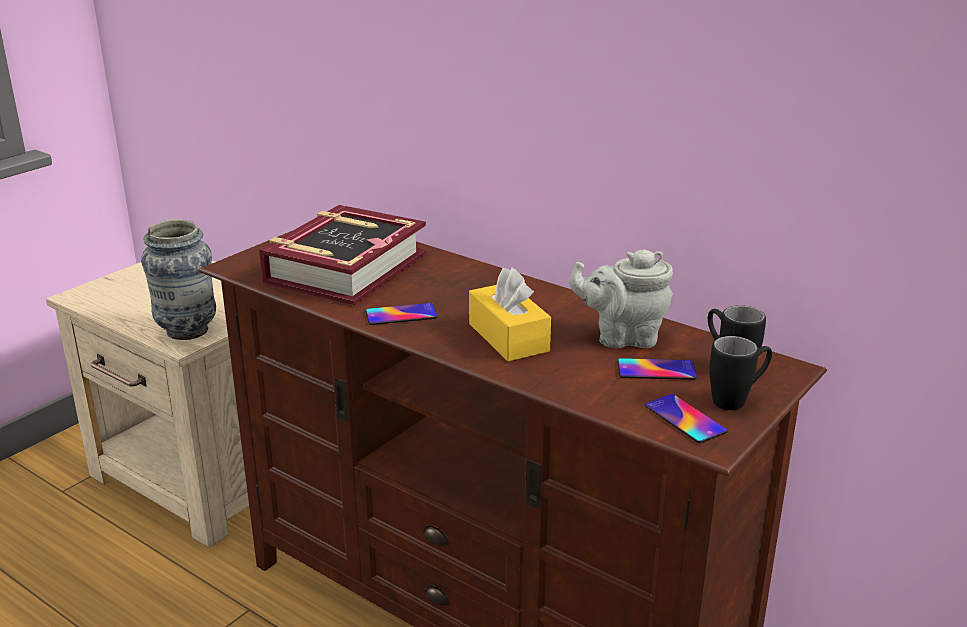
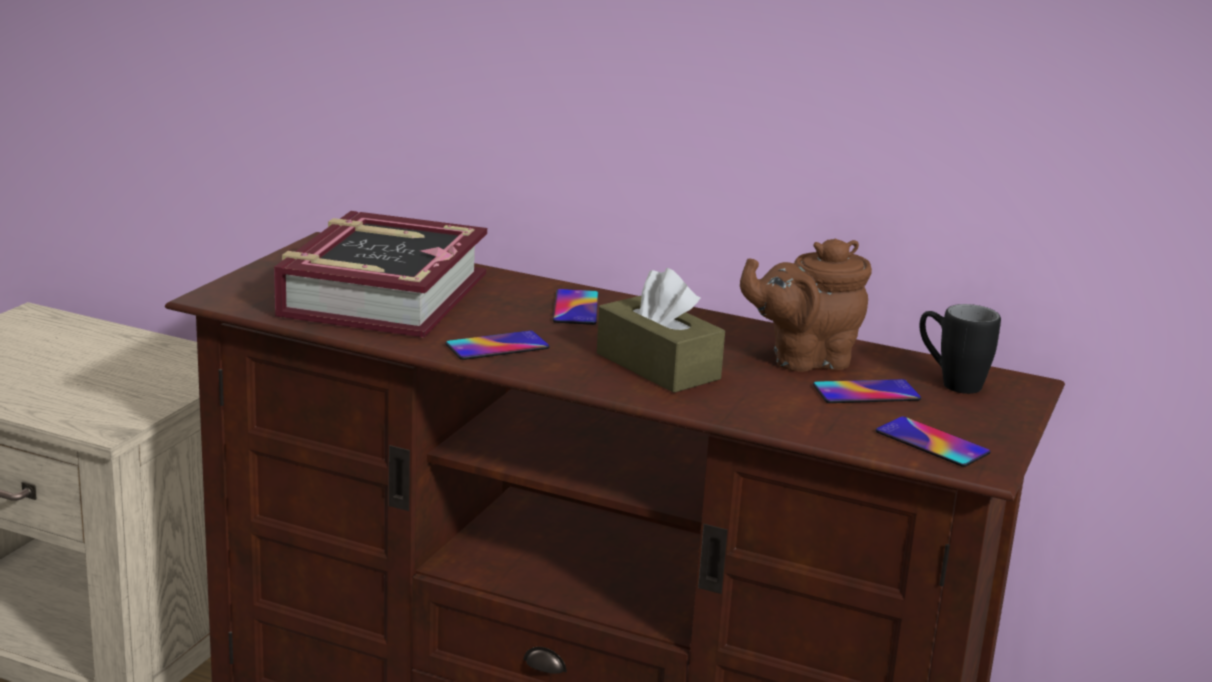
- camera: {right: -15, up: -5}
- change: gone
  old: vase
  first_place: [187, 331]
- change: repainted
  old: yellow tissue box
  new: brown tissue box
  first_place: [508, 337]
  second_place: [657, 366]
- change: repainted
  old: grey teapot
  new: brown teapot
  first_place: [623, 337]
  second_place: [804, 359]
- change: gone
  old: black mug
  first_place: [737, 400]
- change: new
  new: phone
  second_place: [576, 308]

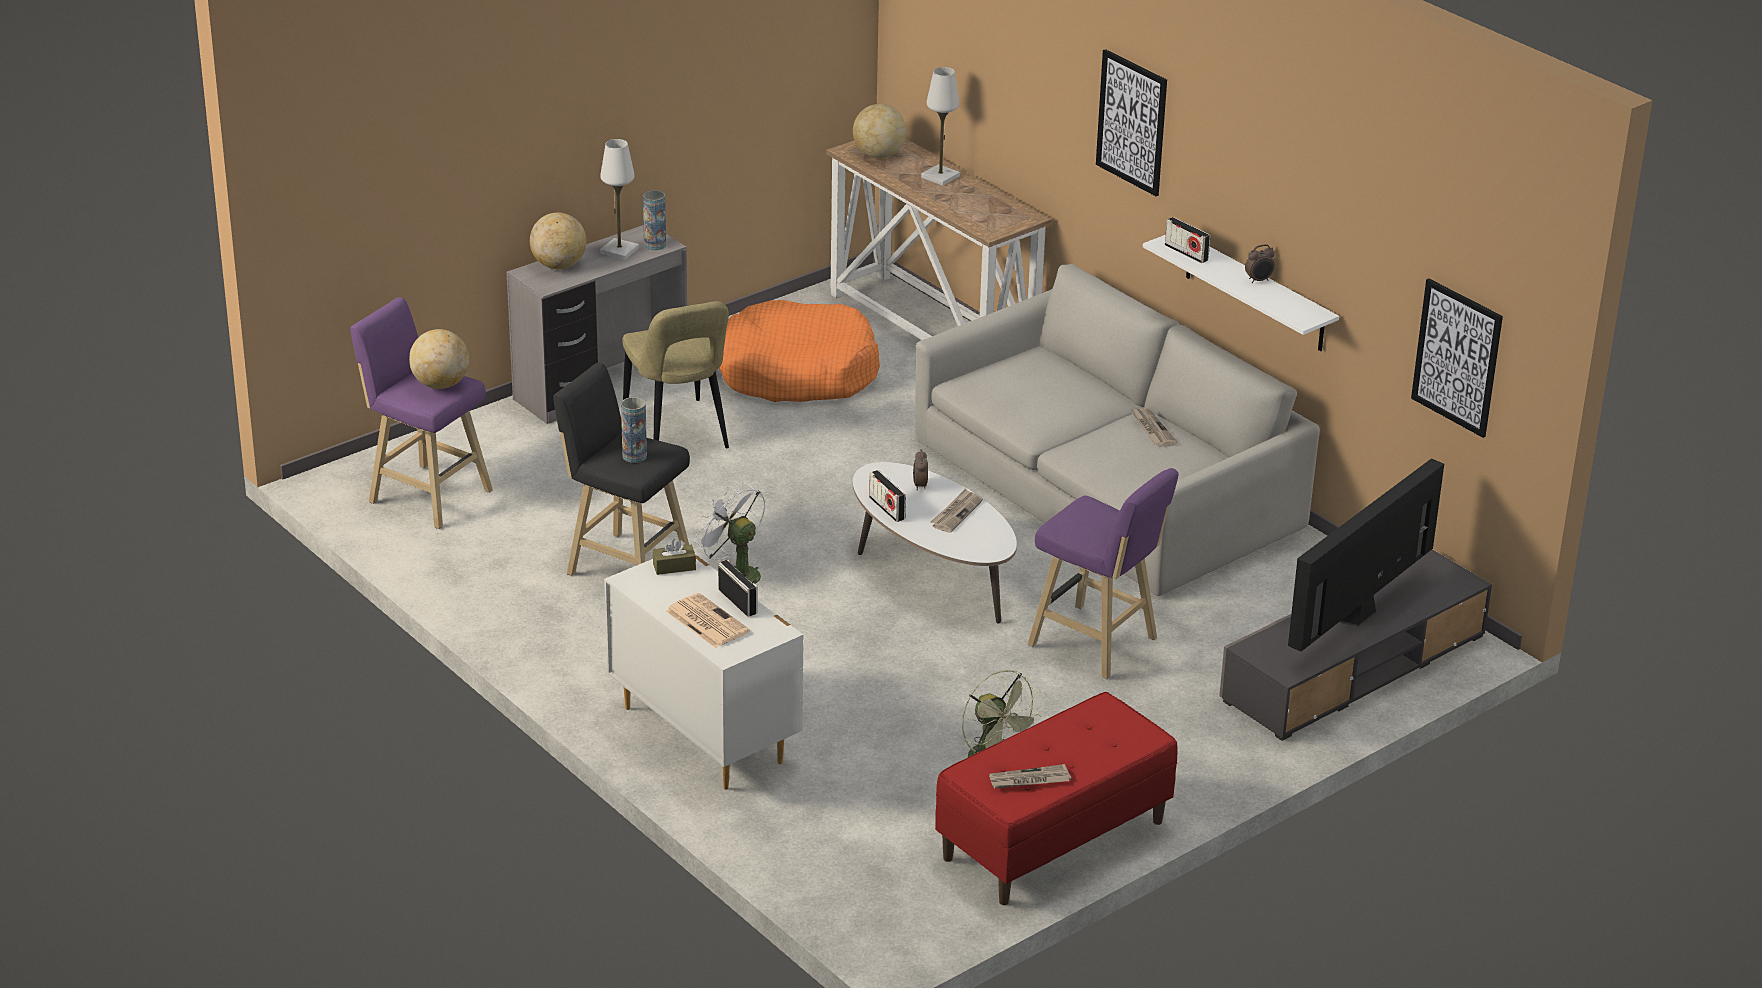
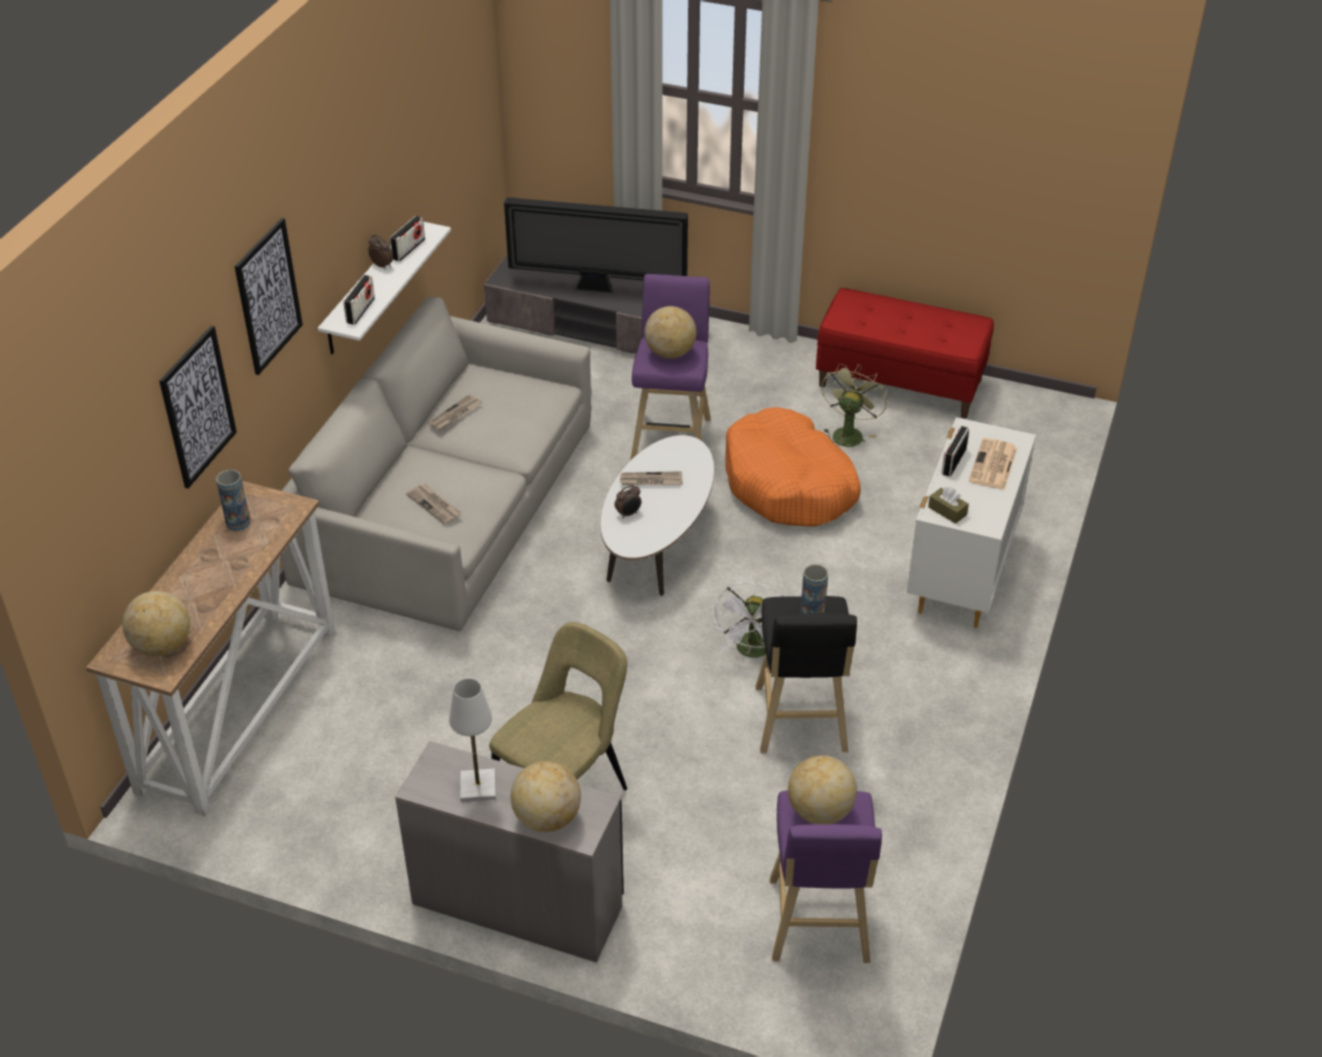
- camera: {right: -120, up: 10}
- change: shifted
  old: vase
  first_place: [655, 245]
  second_place: [238, 523]
- change: shifted
  old: orange dog bed
  first_place: [796, 372]
  second_place: [789, 484]
- change: shifted
  old: radio
  first_place: [887, 508]
  second_place: [408, 249]
- change: gone
  old: white table lamp
  first_place: [940, 177]
- change: shifted
  old: newspaper
  first_place: [1029, 780]
  second_place: [435, 505]
- change: shifted
  old: picture
  first_place: [1457, 357]
  second_place: [197, 407]
- change: new
  new: globe
  second_place: [670, 353]

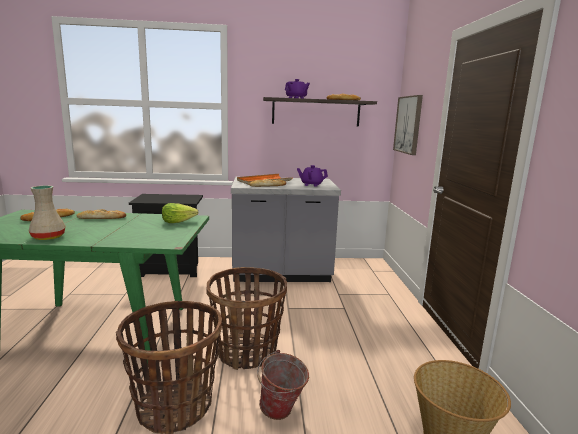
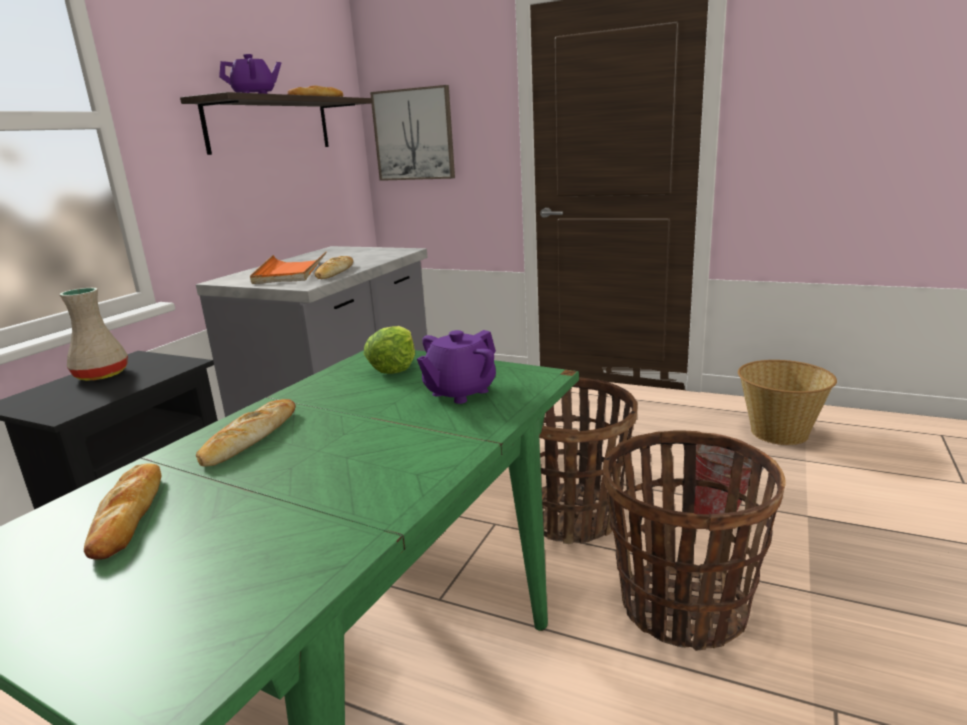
- camera: {right: -60, up: 5}
- change: shifted
  old: beige vase
  first_place: [49, 237]
  second_place: [103, 374]
- change: shifted
  old: purple teapot
  first_place: [311, 185]
  second_place: [459, 392]

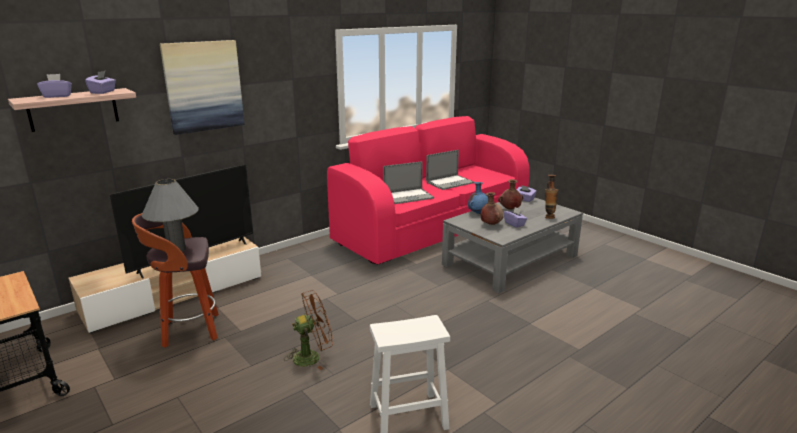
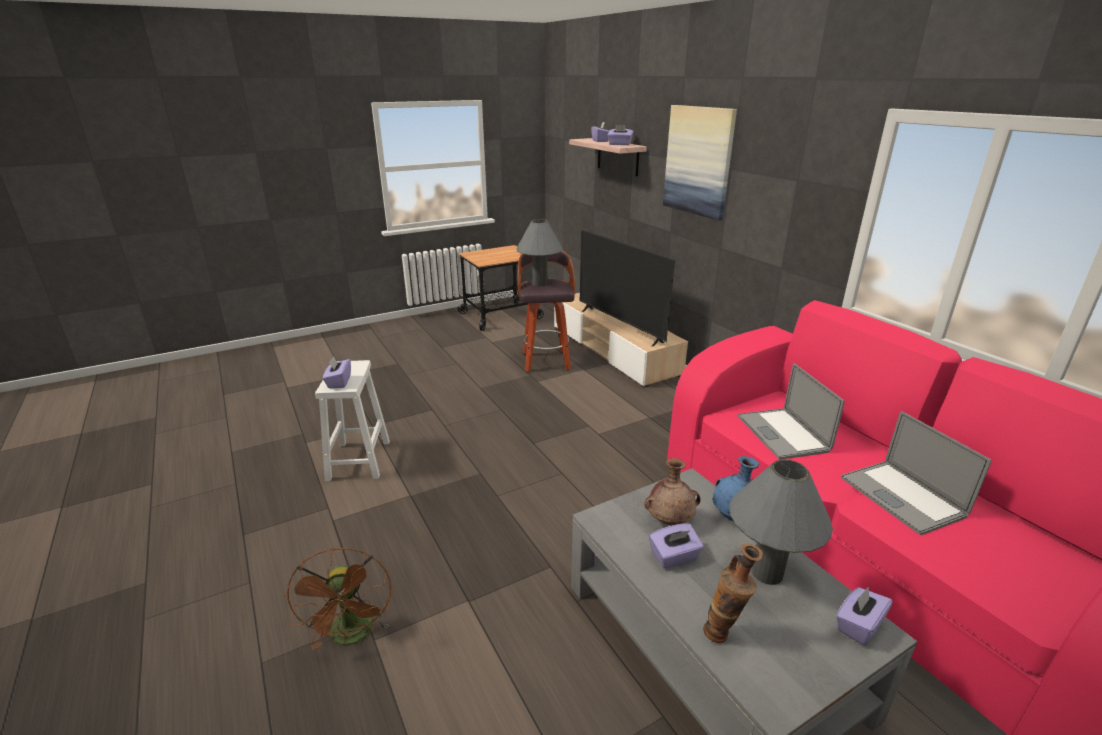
- camera: {right: 100, up: 5}
- change: shifted
  old: brown fan
  first_place: [312, 356]
  second_place: [353, 637]
- change: swapped
  old: brown vase
  new: grey table lamp
  first_place: [509, 209]
  second_place: [767, 573]
- change: new
  new: purple tissue box
  second_place: [339, 382]

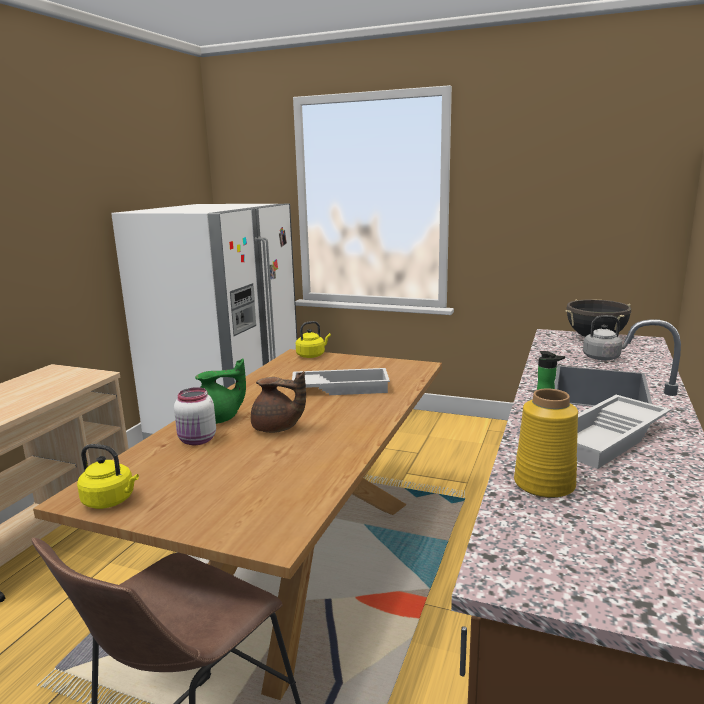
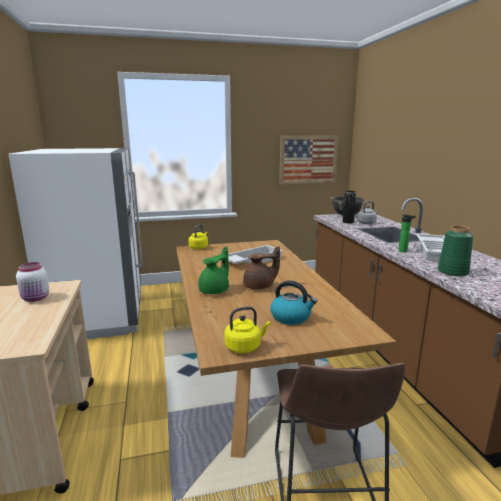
- camera: {right: -35, up: 0}
- change: shifted
  old: white jar
  first_place: [197, 440]
  second_place: [36, 298]
- change: repainted
  old: yellow vase
  new: green vase
  first_place: [543, 484]
  second_place: [452, 272]
- change: new
  new: kettle
  second_place: [291, 317]
- change: new
  new: picture
  second_place: [308, 159]
- change: new
  new: black vase
  second_place: [348, 222]

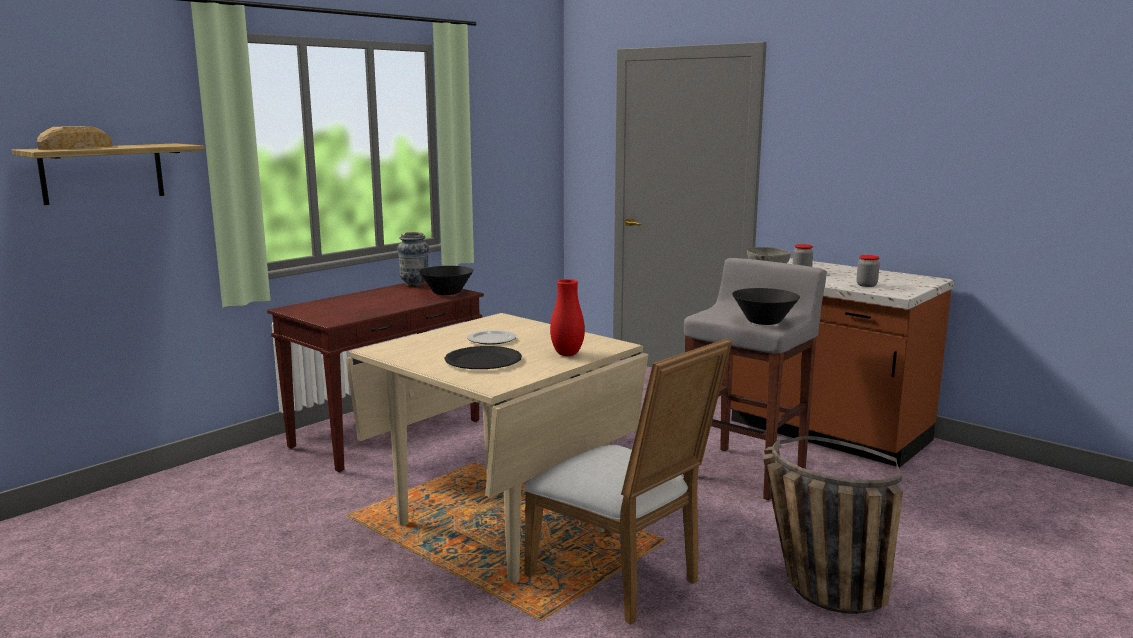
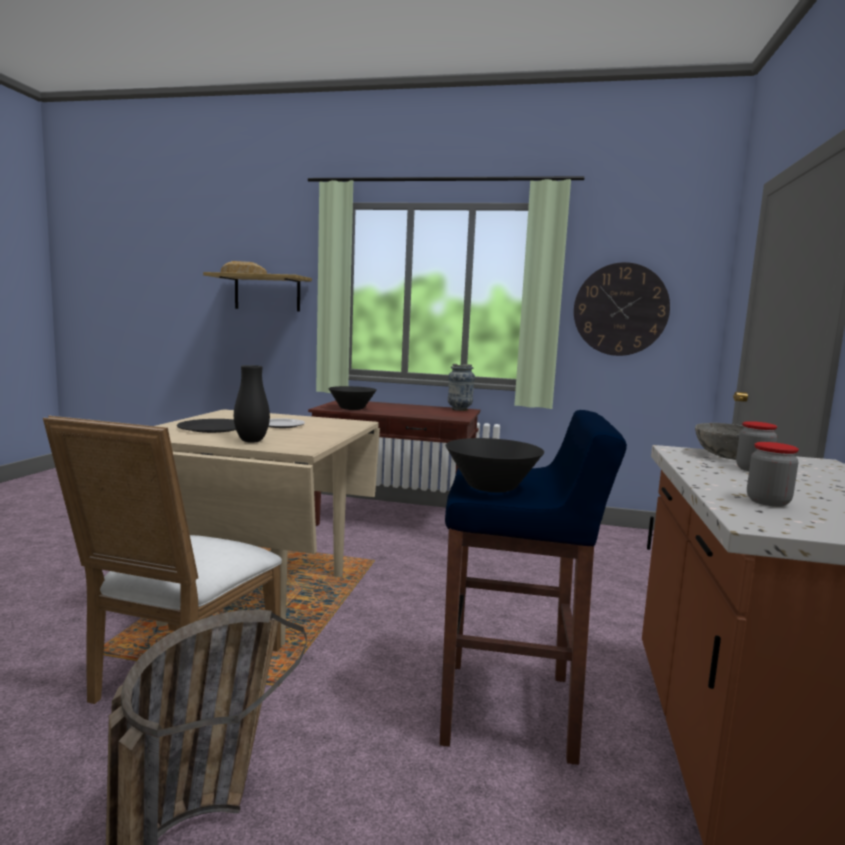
- camera: {right: 60, up: -5}
- change: shifted
  old: black bowl
  first_place: [446, 293]
  second_place: [352, 408]
- change: repainted
  old: red vase
  new: black vase
  first_place: [567, 354]
  second_place: [251, 441]
- change: repainted
  old: grey stool
  new: blue stool
  first_place: [745, 472]
  second_place: [511, 710]
- change: new
  new: wall clock
  second_place: [620, 309]

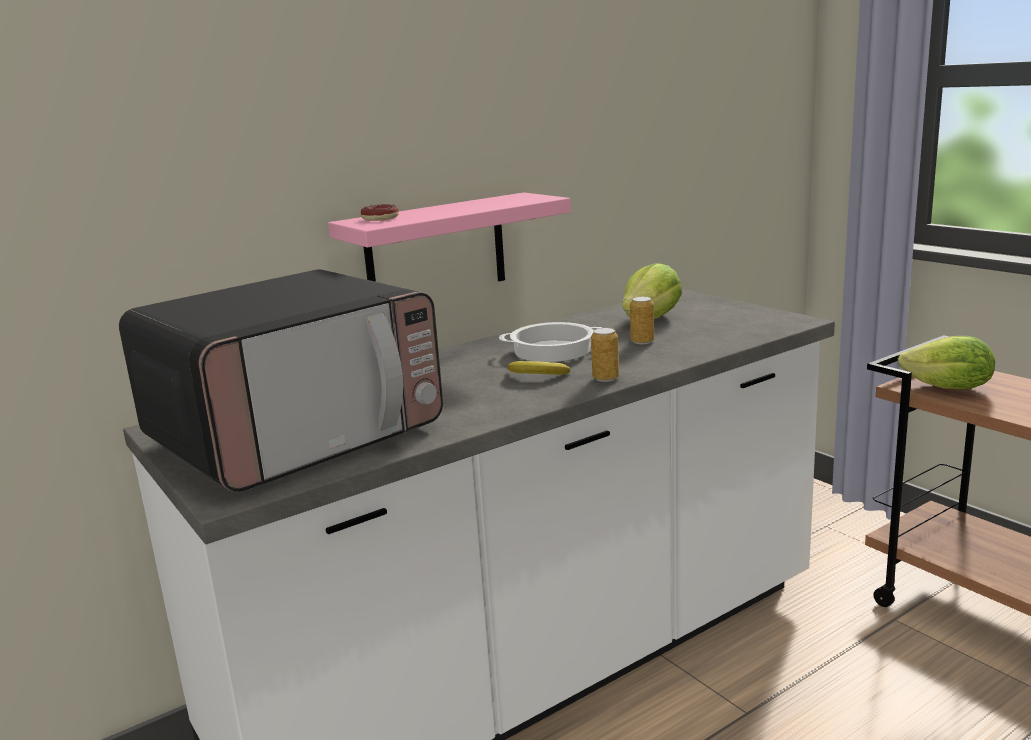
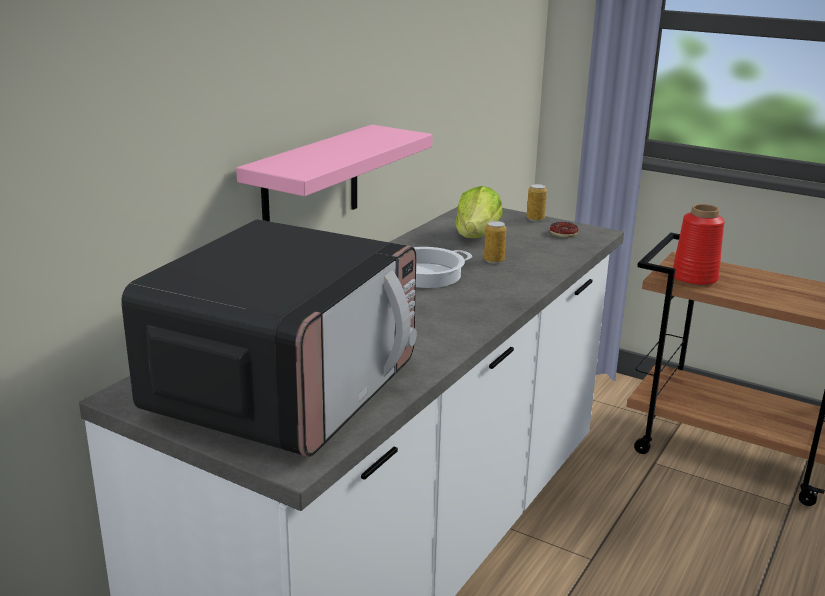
- camera: {right: -25, up: 5}
- change: shifted
  old: donut
  first_place: [380, 218]
  second_place: [563, 233]
- change: gone
  old: banana
  first_place: [536, 376]
- change: shifted
  old: can
  first_place: [605, 378]
  second_place: [535, 219]
- change: swapped
  old: lettuce
  new: red vase
  first_place: [949, 388]
  second_place: [695, 278]

